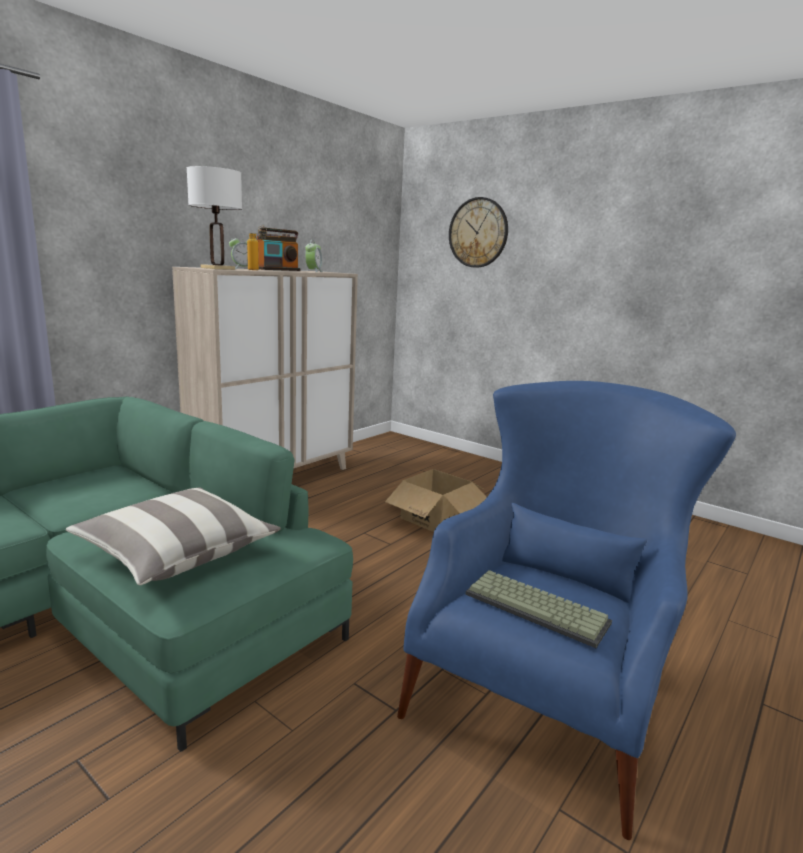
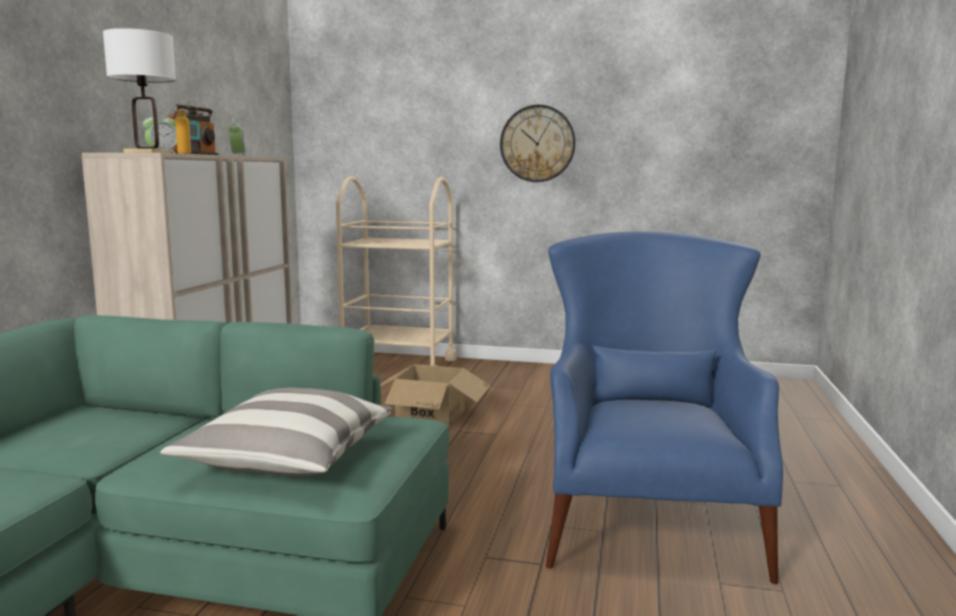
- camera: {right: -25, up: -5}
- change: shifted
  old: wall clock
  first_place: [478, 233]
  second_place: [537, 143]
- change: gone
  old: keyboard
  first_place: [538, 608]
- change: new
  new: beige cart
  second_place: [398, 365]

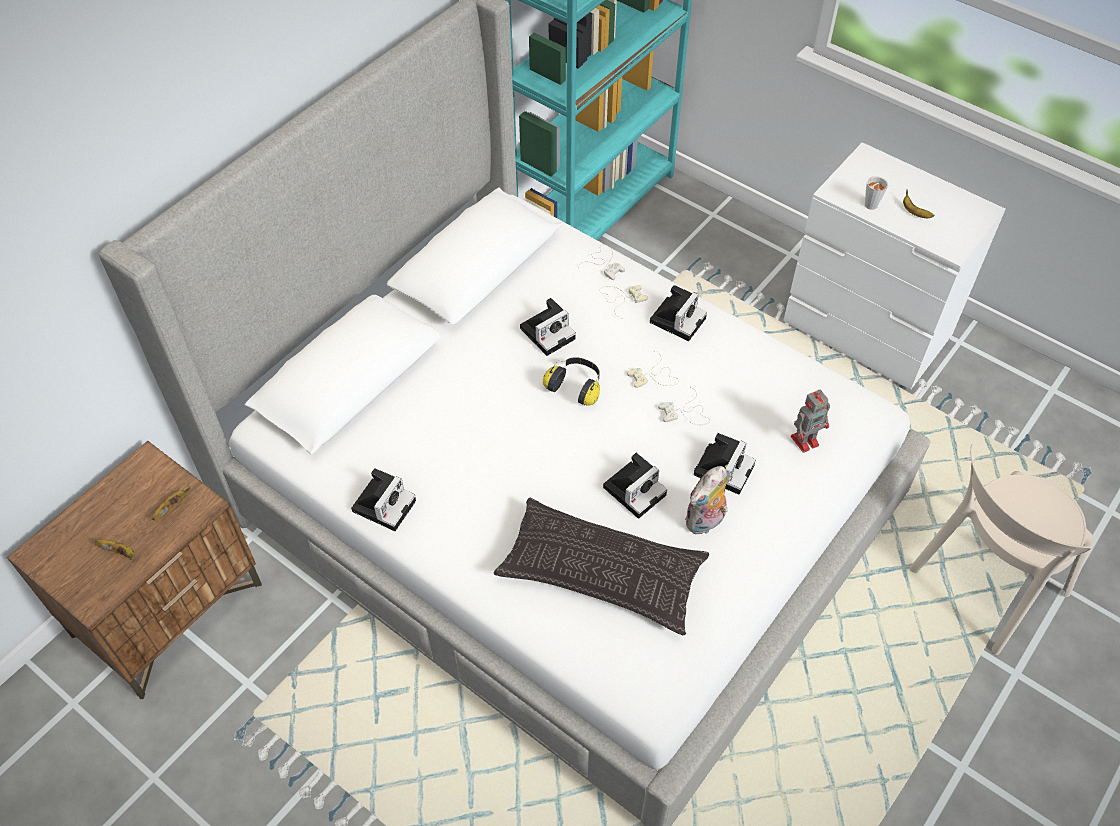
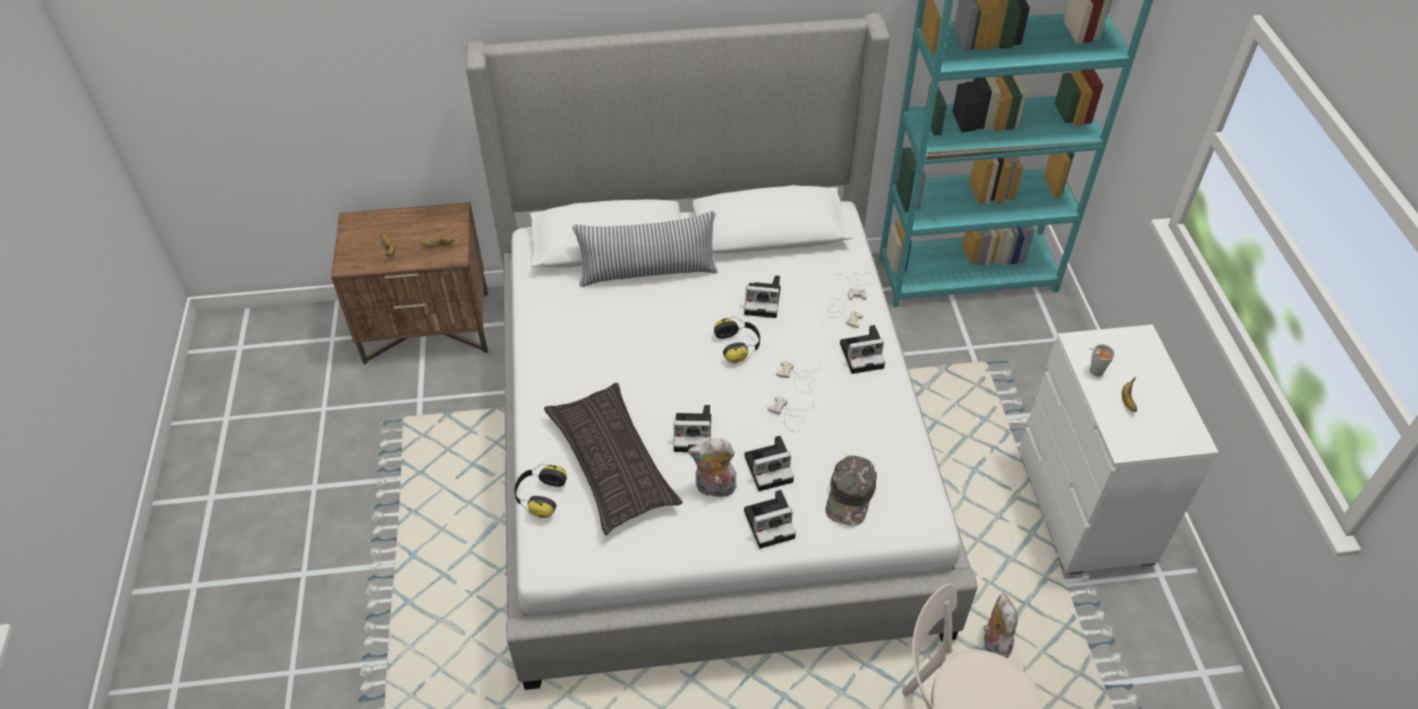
- camera: {right: 45, up: -5}
- change: shifted
  old: photo camera
  first_place: [384, 504]
  second_place: [771, 523]
- change: swapped
  old: toy robot
  new: green cap
  first_place: [806, 440]
  second_place: [851, 495]
- change: new
  new: headphones
  second_place: [539, 496]
- change: new
  new: pillow
  second_place: [648, 272]
- change: new
  new: plush toy
  second_place: [993, 643]

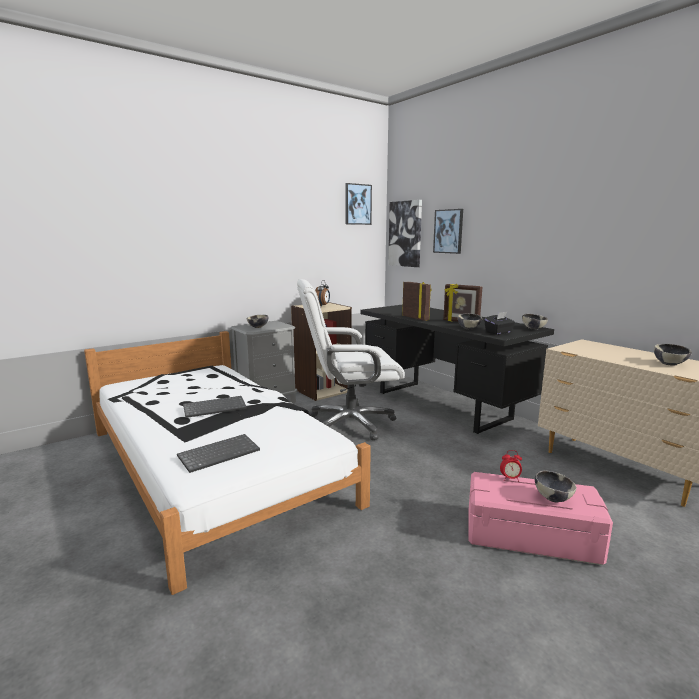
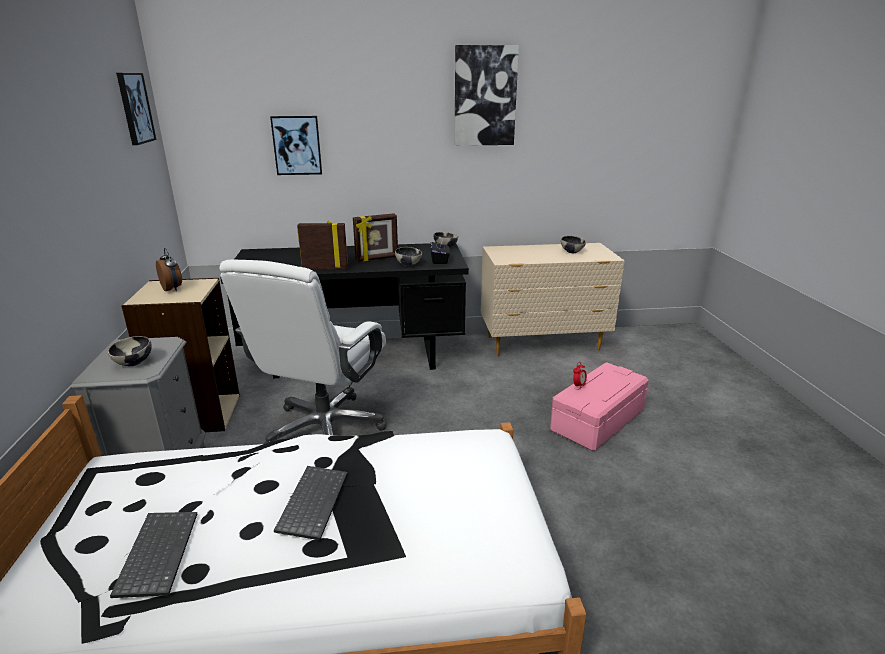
- camera: {right: -60, up: 10}
- change: shifted
  old: keyboard
  first_place: [219, 453]
  second_place: [156, 553]
- change: shifted
  old: picture
  first_place: [405, 234]
  second_place: [485, 96]
- change: gone
  old: bowl
  first_place: [552, 498]

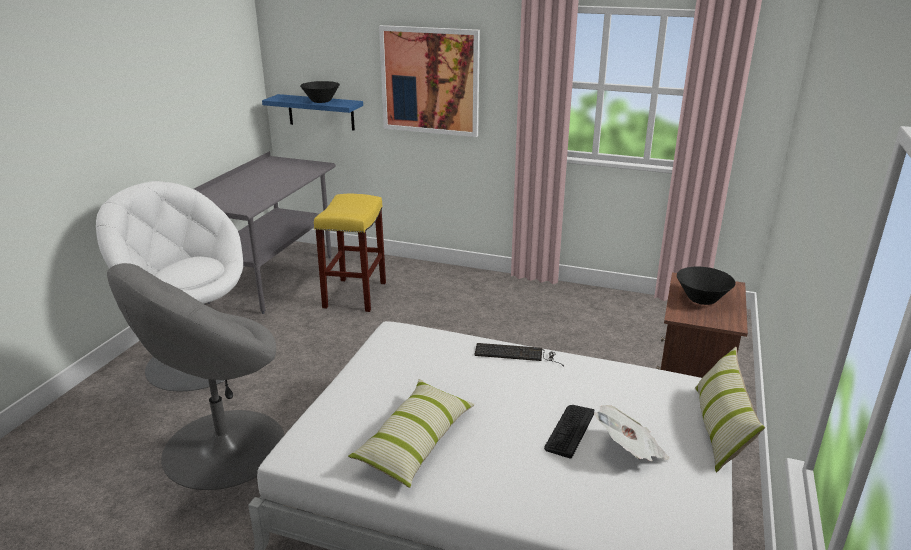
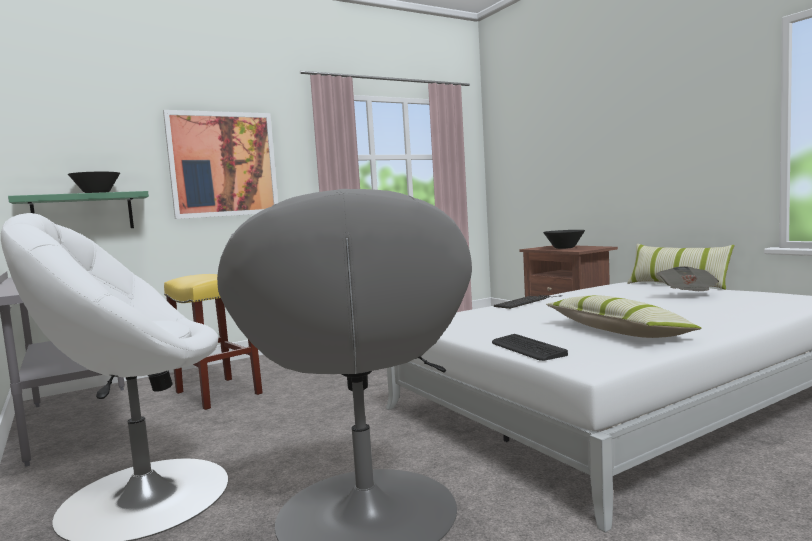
- camera: {right: -50, up: -20}
- change: repainted
  old: blue shelf
  new: green shelf
  first_place: [321, 112]
  second_place: [83, 213]
- change: shifted
  old: keyboard
  first_place: [569, 430]
  second_place: [527, 348]

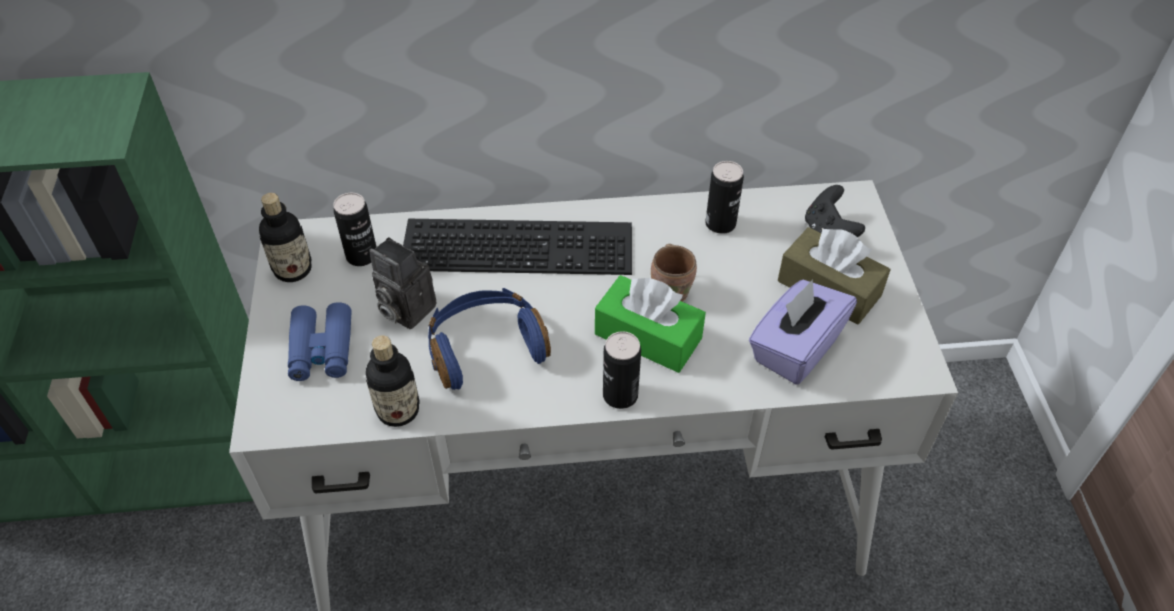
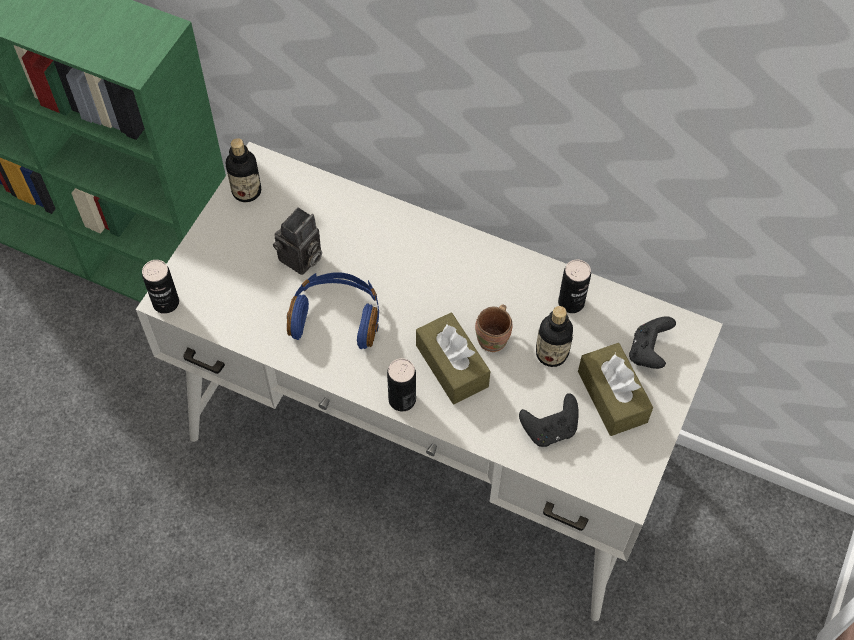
- camera: {right: 30, up: 10}
- change: gone
  old: blue binoculars
  first_place: [321, 349]
- change: shifted
  old: can
  first_place: [362, 256]
  second_place: [166, 303]
- change: shifted
  old: bottle
  first_place: [398, 410]
  second_place: [551, 354]
- change: rotated
  old: photo camera
  first_place: [404, 309]
  second_place: [301, 260]
  degrees: -120
- change: gone
  old: keyboard
  first_place: [520, 244]
- change: repainted
  old: green tissue box
  new: brown tissue box
  first_place: [648, 336]
  second_place: [452, 366]
- change: swapped
  old: purple tissue box
  new: black game controller
  first_place: [795, 348]
  second_place: [549, 429]

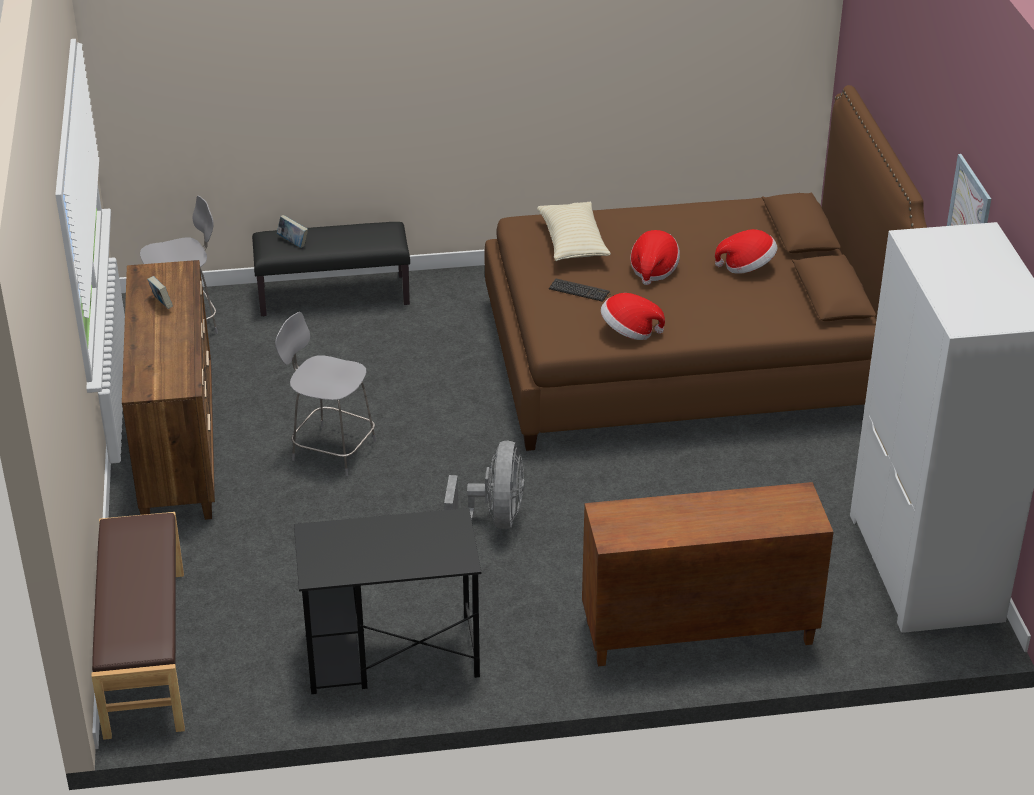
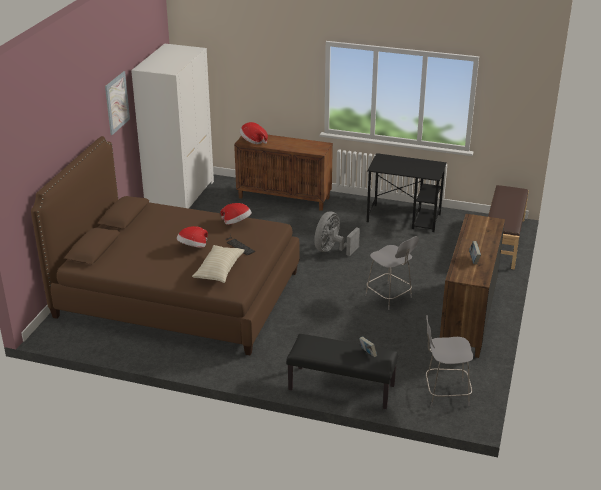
- camera: {right: -155, up: -5}
- change: shifted
  old: hat
  first_place: [747, 267]
  second_place: [253, 141]

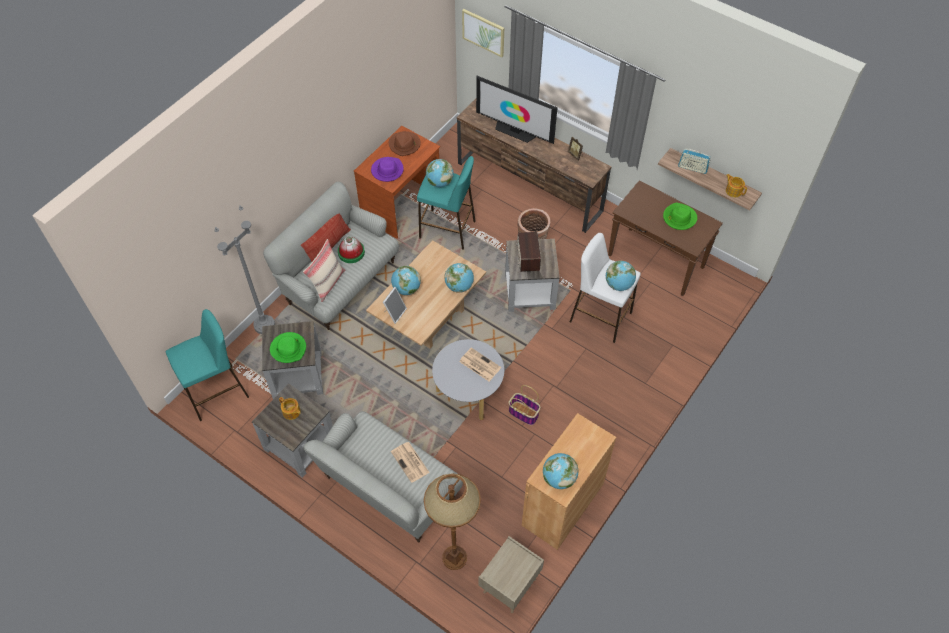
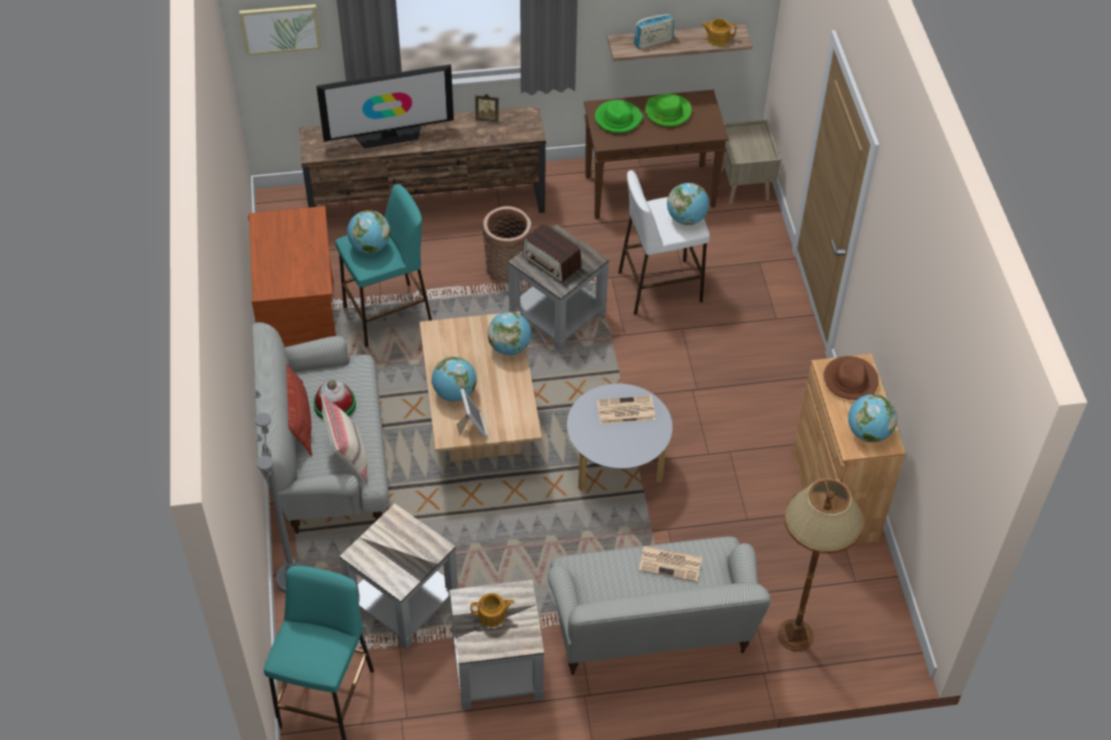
- camera: {right: -45, up: -5}
- change: shifted
  old: green hat
  first_place: [288, 348]
  second_place: [618, 119]
- change: gone
  old: purple hat
  first_place: [387, 170]
- change: shifted
  old: brown hat
  first_place: [404, 145]
  second_place: [850, 380]
- change: shifted
  old: beige nightstand
  first_place: [509, 586]
  second_place: [744, 185]
- change: gone
  old: basket
  first_place: [524, 413]

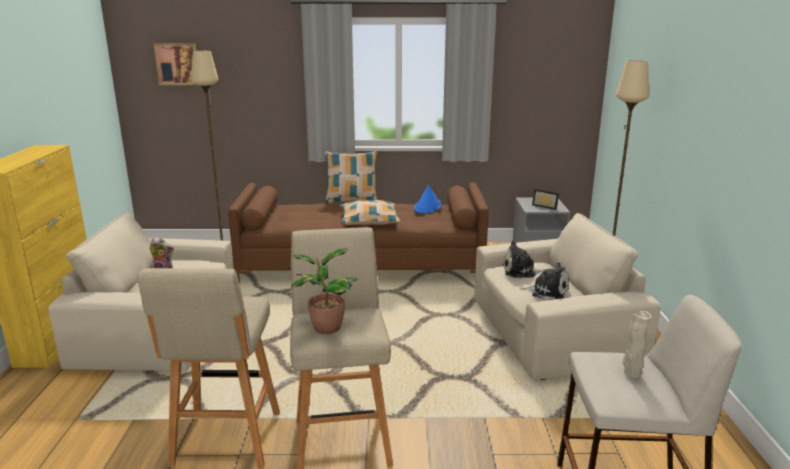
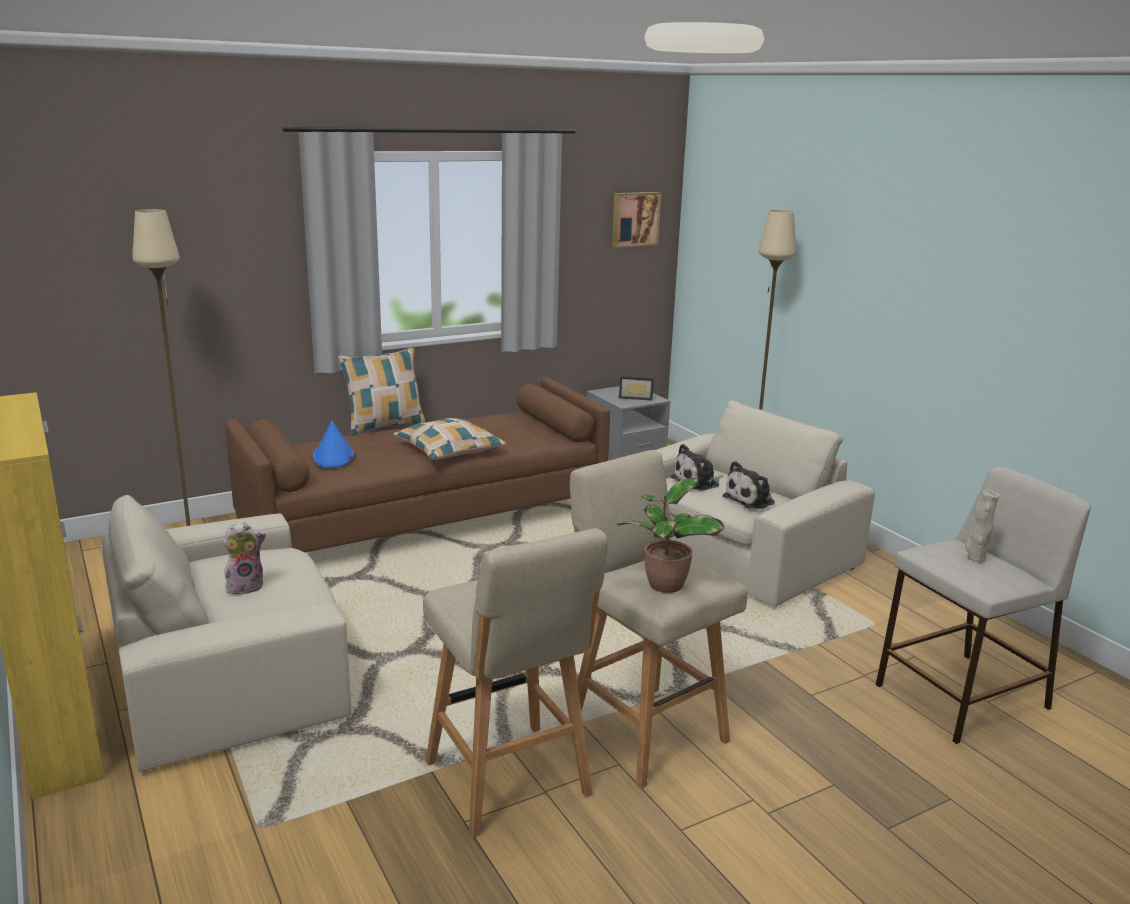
- camera: {right: -30, up: 0}
- change: shifted
  old: picture
  first_place: [177, 64]
  second_place: [634, 219]
- change: shifted
  old: blue hat
  first_place: [427, 207]
  second_place: [333, 456]
- change: rotated
  old: plush toy
  first_place: [547, 292]
  second_place: [751, 500]
  degrees: 150

